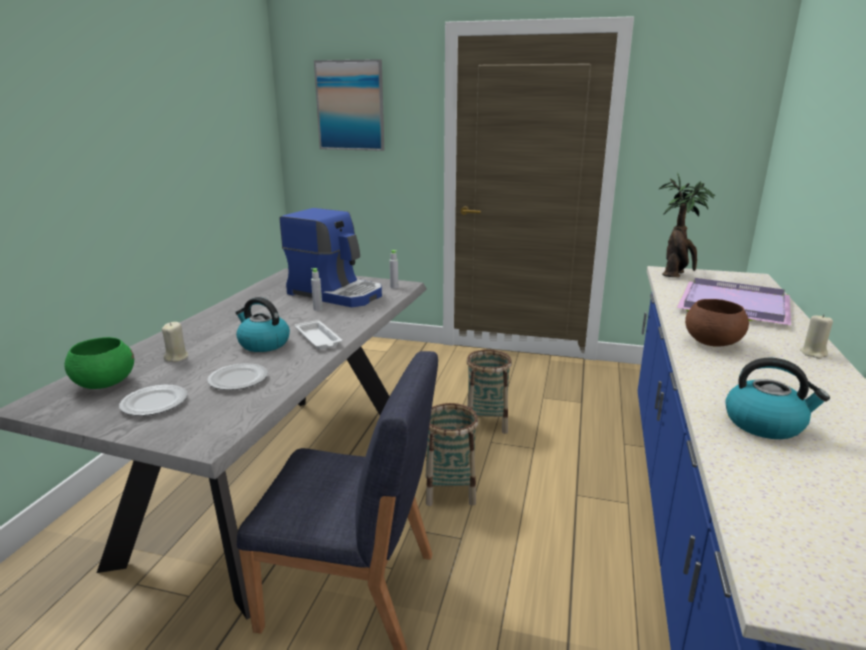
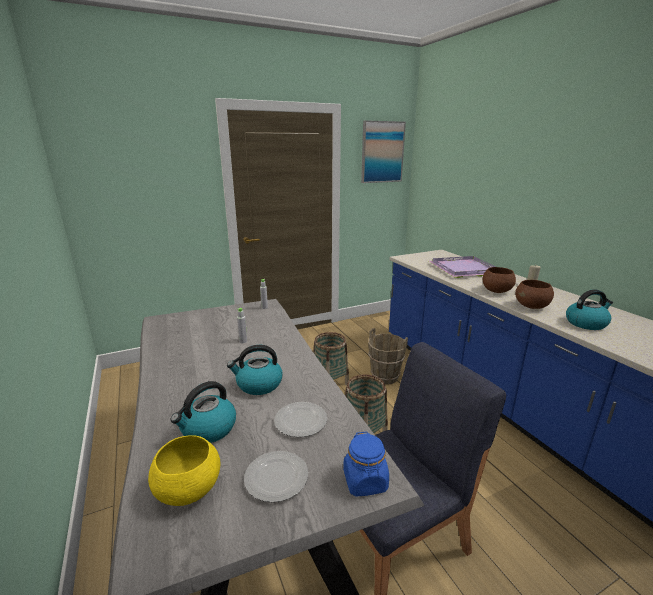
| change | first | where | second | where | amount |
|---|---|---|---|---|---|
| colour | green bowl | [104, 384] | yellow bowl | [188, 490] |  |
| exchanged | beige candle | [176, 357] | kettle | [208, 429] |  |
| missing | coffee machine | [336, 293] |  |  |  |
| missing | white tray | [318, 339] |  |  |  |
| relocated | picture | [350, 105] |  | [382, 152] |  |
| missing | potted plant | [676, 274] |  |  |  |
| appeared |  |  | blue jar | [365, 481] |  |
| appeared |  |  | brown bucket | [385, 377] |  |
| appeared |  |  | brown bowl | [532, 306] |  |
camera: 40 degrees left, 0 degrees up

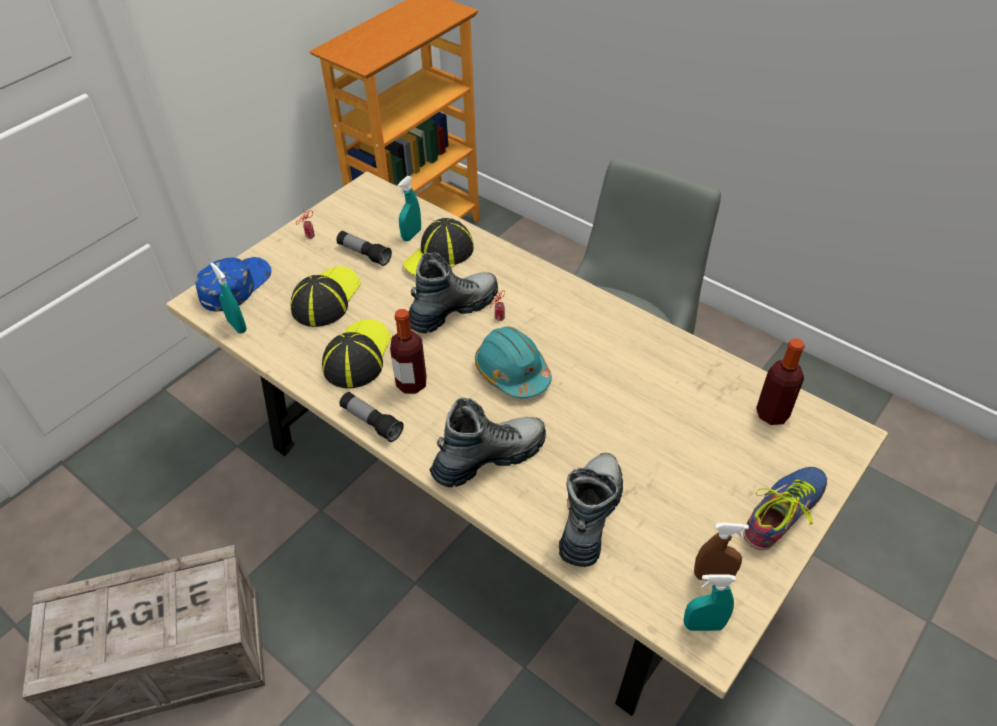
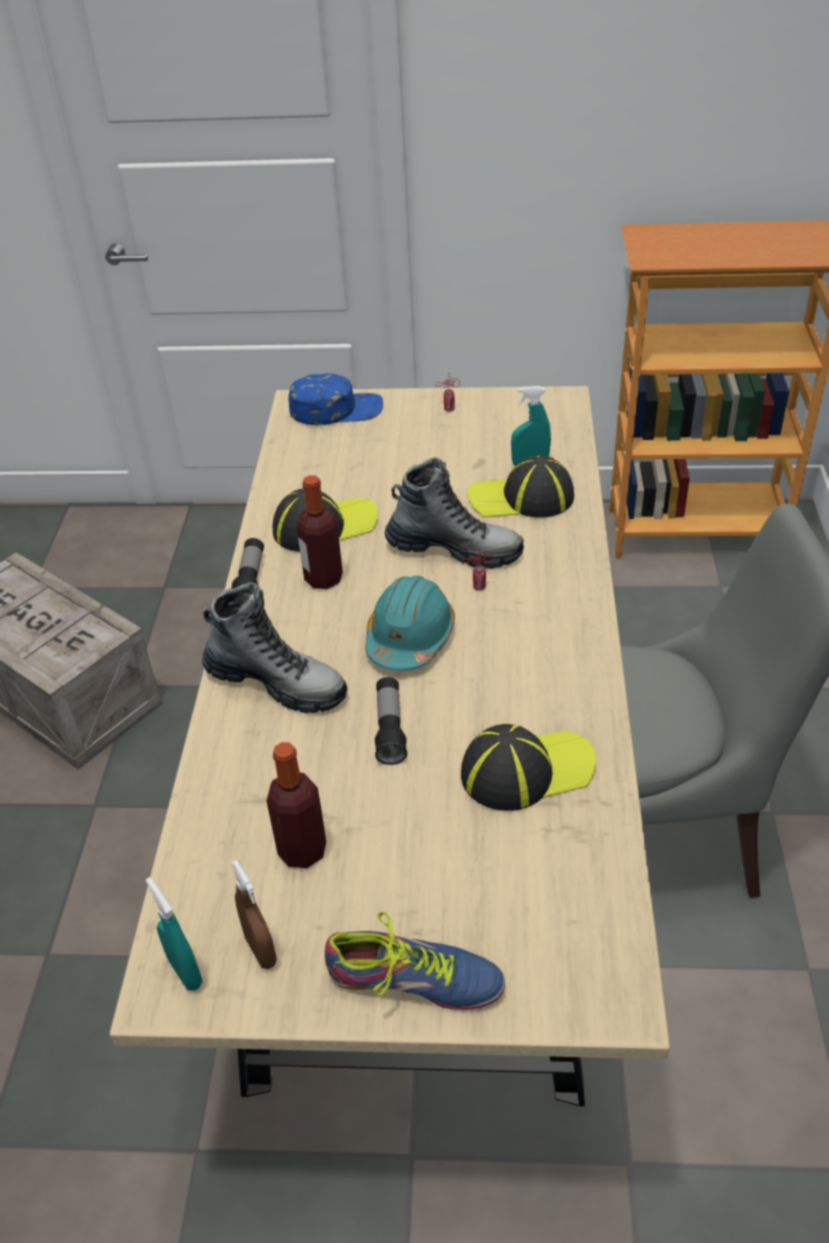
| change | first | where | second | where | amount |
|---|---|---|---|---|---|
| missing | turquoise spray bottle | [237, 326] |  |  |  |
| relocated | cap | [326, 299] |  | [526, 770] |  |
| relocated | flashlight | [364, 254] |  | [390, 729] |  |
| missing | boot | [590, 515] |  |  |  |
| relocated | bottle | [772, 414] |  | [302, 850] |  |
camera: 55 degrees right, 5 degrees down

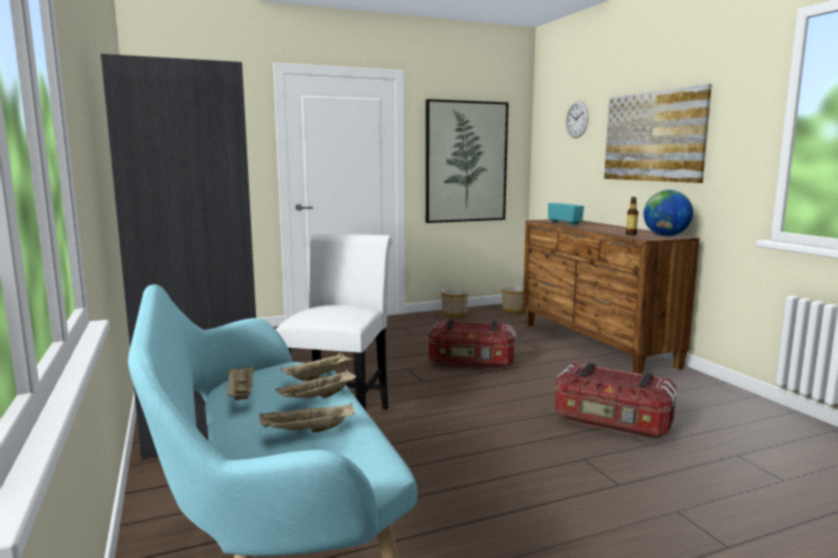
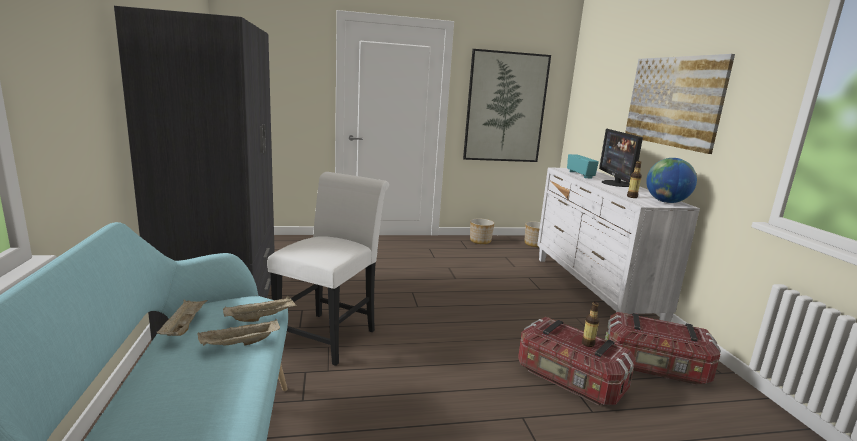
| change | first | where | second | where | amount |
|---|---|---|---|---|---|
| missing | beige tray | [307, 431] |  |  |  |
| relocated | storage box | [471, 363] |  | [655, 367] |  |
| colour | brown dresser | [595, 344] | white dresser | [592, 289] |  |
| missing | wall clock | [577, 119] |  |  |  |
| appeared |  |  | bottle | [588, 344] |  |
| appeared |  |  | monitor | [616, 183] |  |
camera: 10 degrees right, 5 degrees up

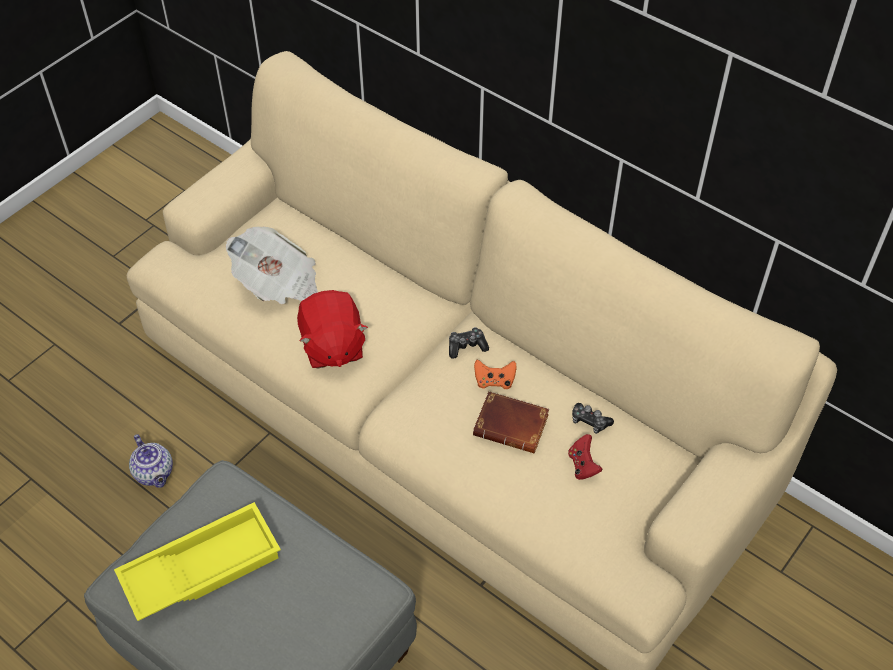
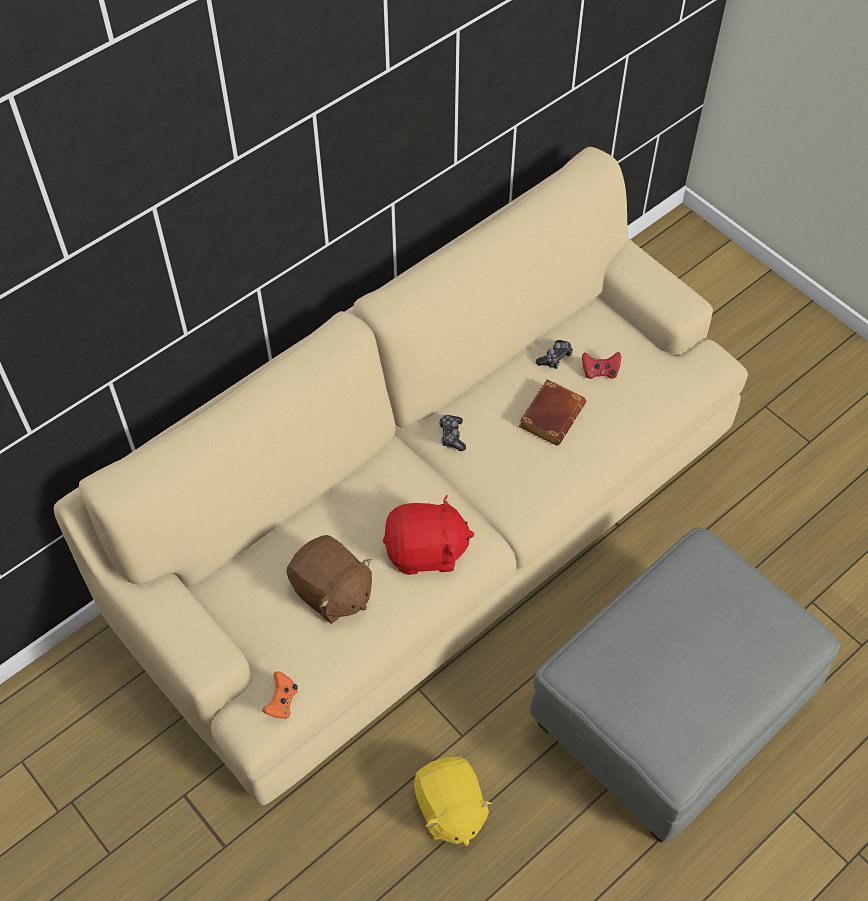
| change | first | where | second | where | amount |
|---|---|---|---|---|---|
| missing | yellow tray | [201, 566] |  |  |  |
| exchanged | teapot | [155, 473] | yellow plush toy | [449, 809] |  |
| exchanged | newspaper | [278, 284] | brown plush toy | [332, 592] |  |
| relocated | orange game controller | [494, 381] |  | [282, 702] |  |
camera: 80 degrees left, 5 degrees up

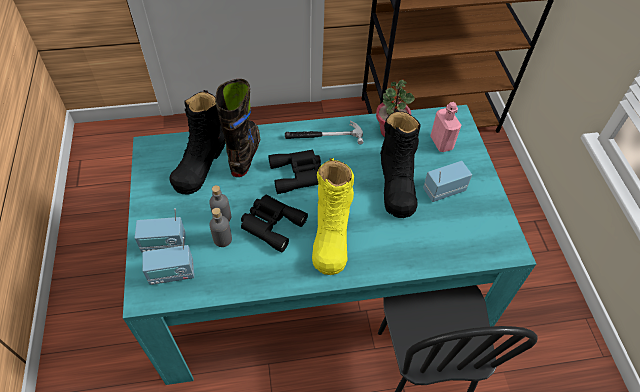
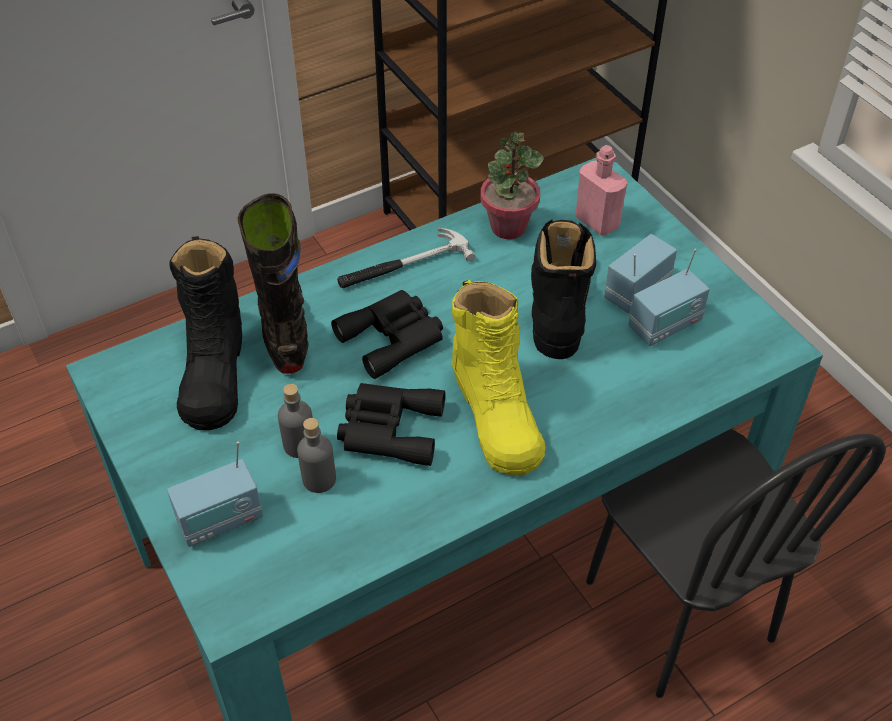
| change | first | where | second | where | amount |
|---|---|---|---|---|---|
| relocated | radio | [172, 274] |  | [665, 326] |  |
| spun | black boot | [396, 183] |  | [559, 303] | 150 degrees counterclockwise |
camera: 20 degrees left, 5 degrees down

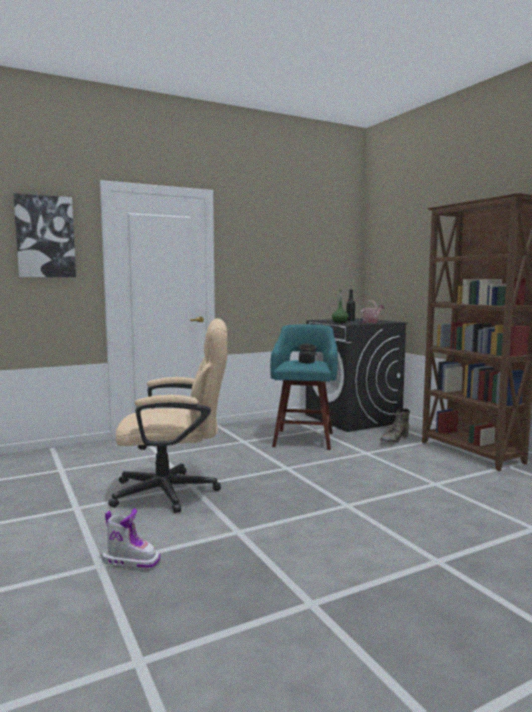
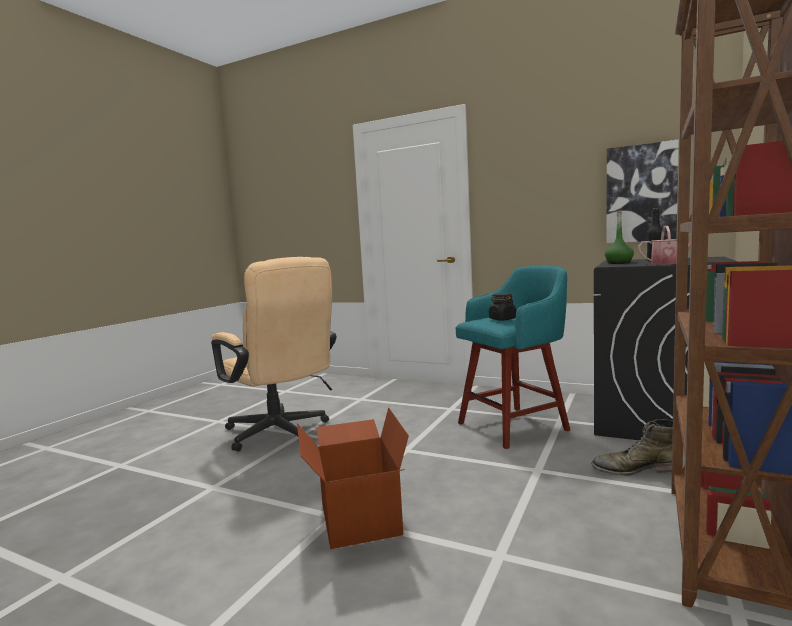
| change | first | where | second | where | amount |
|---|---|---|---|---|---|
| relocated | picture | [45, 237] |  | [641, 193] |  |
| missing | boot | [131, 561] |  |  |  |
| appeared |  |  | cardboard box | [358, 518] |  |
camera: 55 degrees right, 0 degrees up

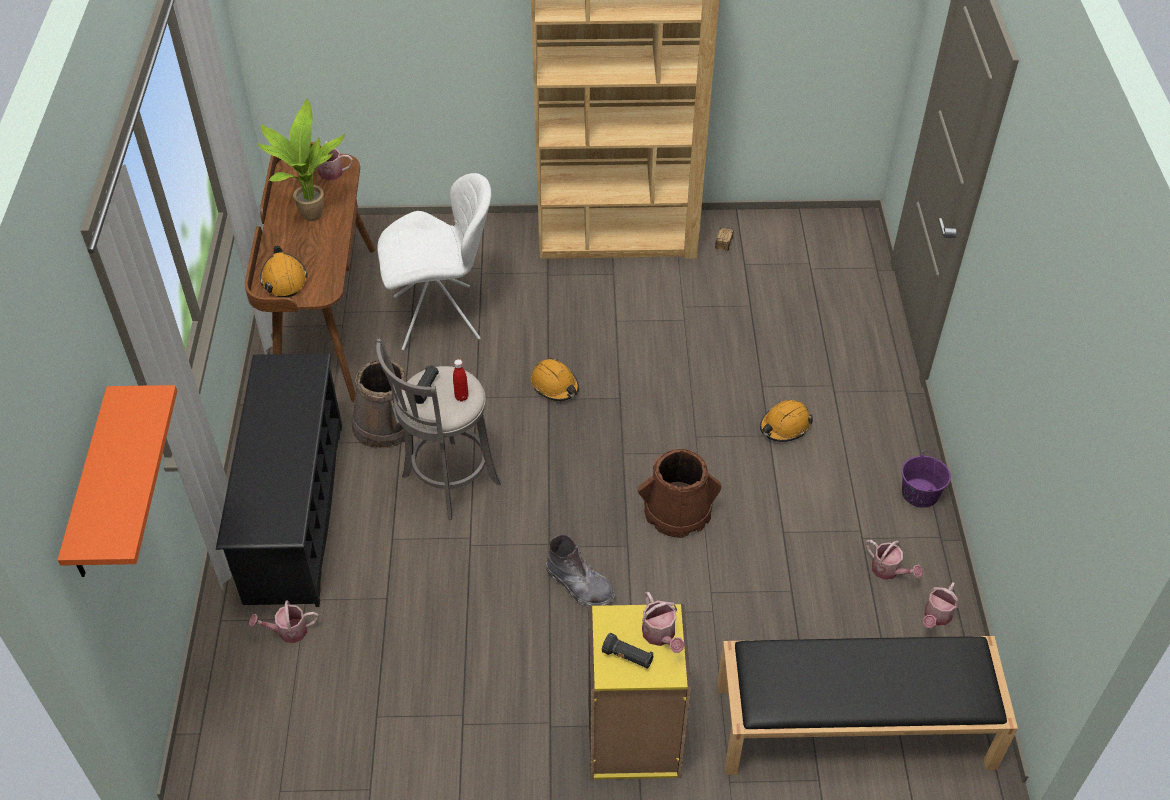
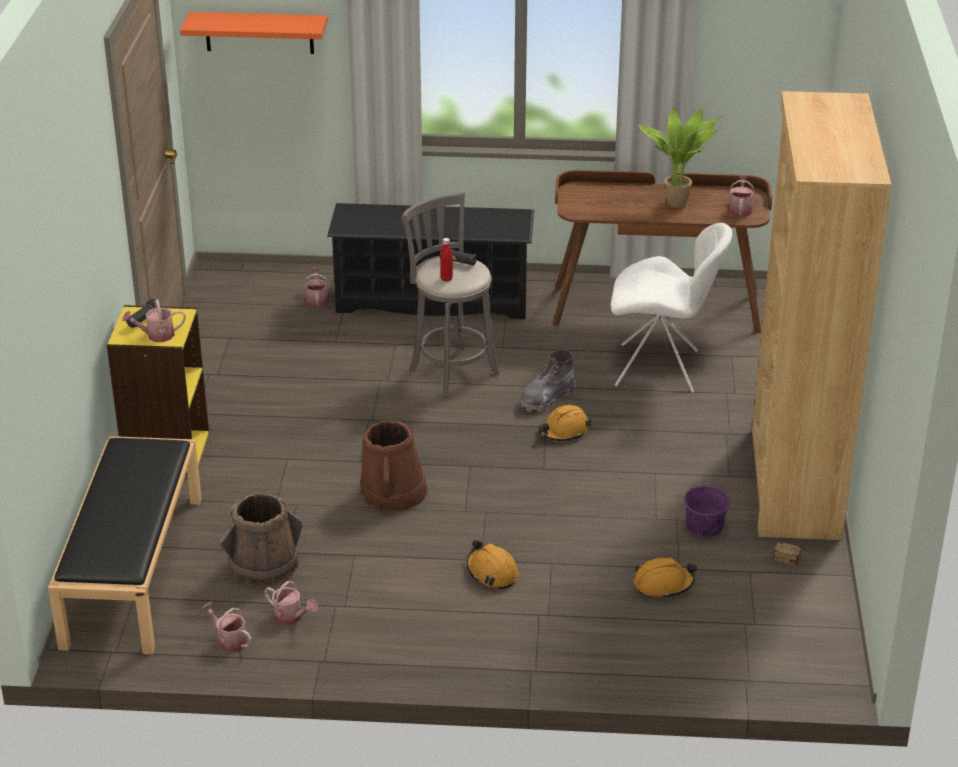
| change | first | where | second | where | amount |
|---|---|---|---|---|---|
| relocated | orange hard hat | [283, 279] |  | [663, 584] |  |
| relocated | brown bucket | [385, 424] |  | [263, 565] |  |
| spun | white chair | [441, 317] |  | [661, 369] | 75 degrees counterclockwise |
| relocated | grey boot | [580, 585] |  | [547, 398] |  |
| spun | watering can | [889, 571] |  | [291, 617] | 105 degrees counterclockwise |
| relocated | purple bucket | [919, 493] |  | [705, 526] |  |
camera: 95 degrees right, 15 degrees down

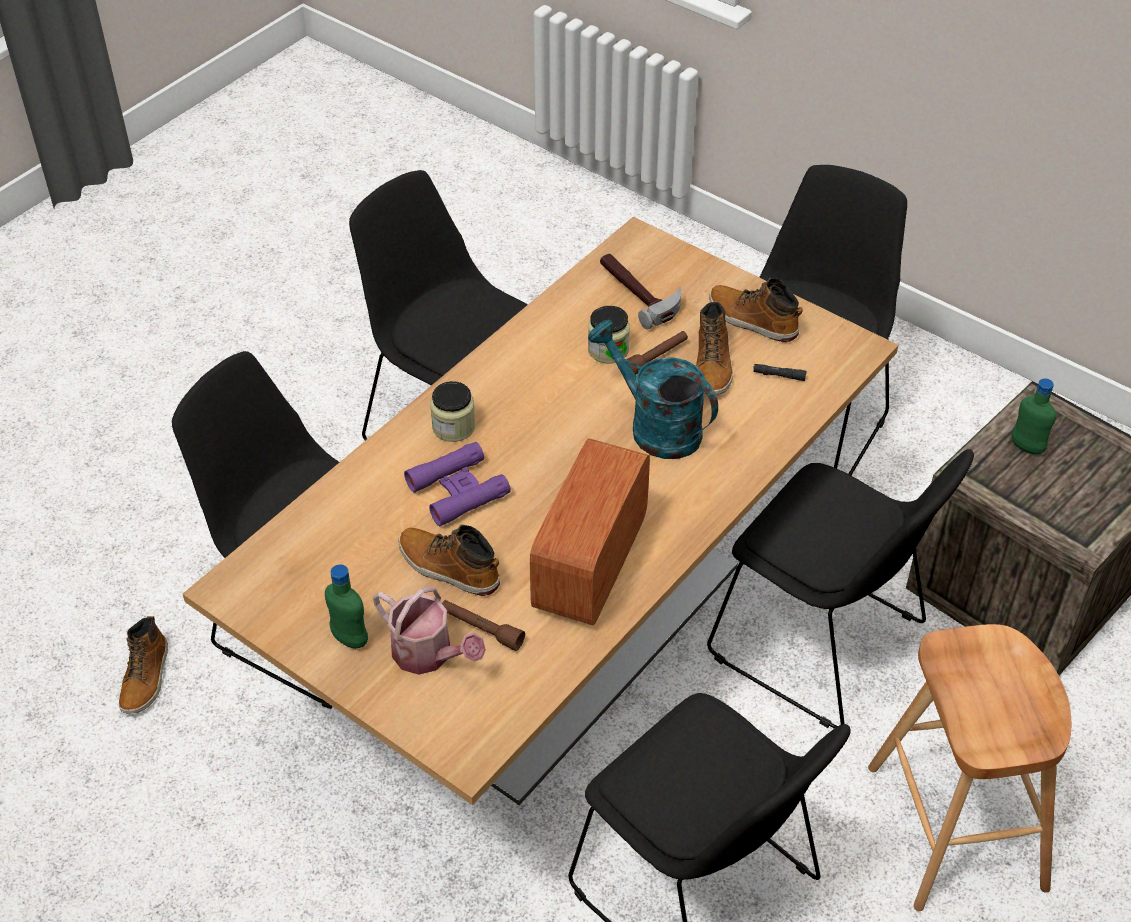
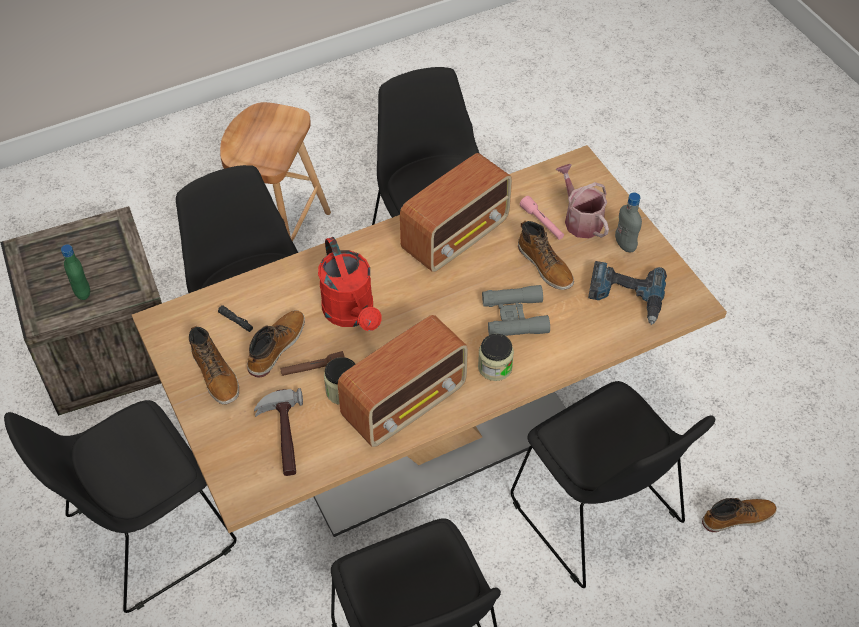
| change | first | where | second | where | amount |
|---|---|---|---|---|---|
| spun | boot | [146, 678] |  | [737, 517] | 45 degrees clockwise |
| colour | green bottle | [349, 639] | grey bottle | [625, 245] |  |
| colour | purple binoculars | [458, 490] | grey binoculars | [515, 317] |  |
| colour | brown flashlight | [481, 629] | pink flashlight | [542, 223] |  |
| colour | turquoise watering can | [655, 426] | red watering can | [352, 314] |  |
| appeared |  |  | radio | [406, 403] |  |
| appeared |  |  | power drill | [625, 297] |  |
camera: 155 degrees left, 5 degrees up

